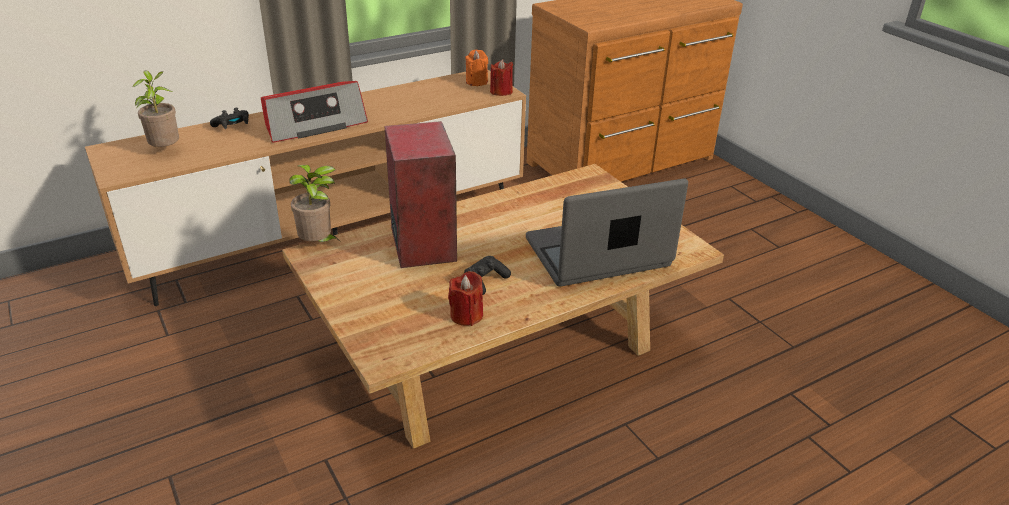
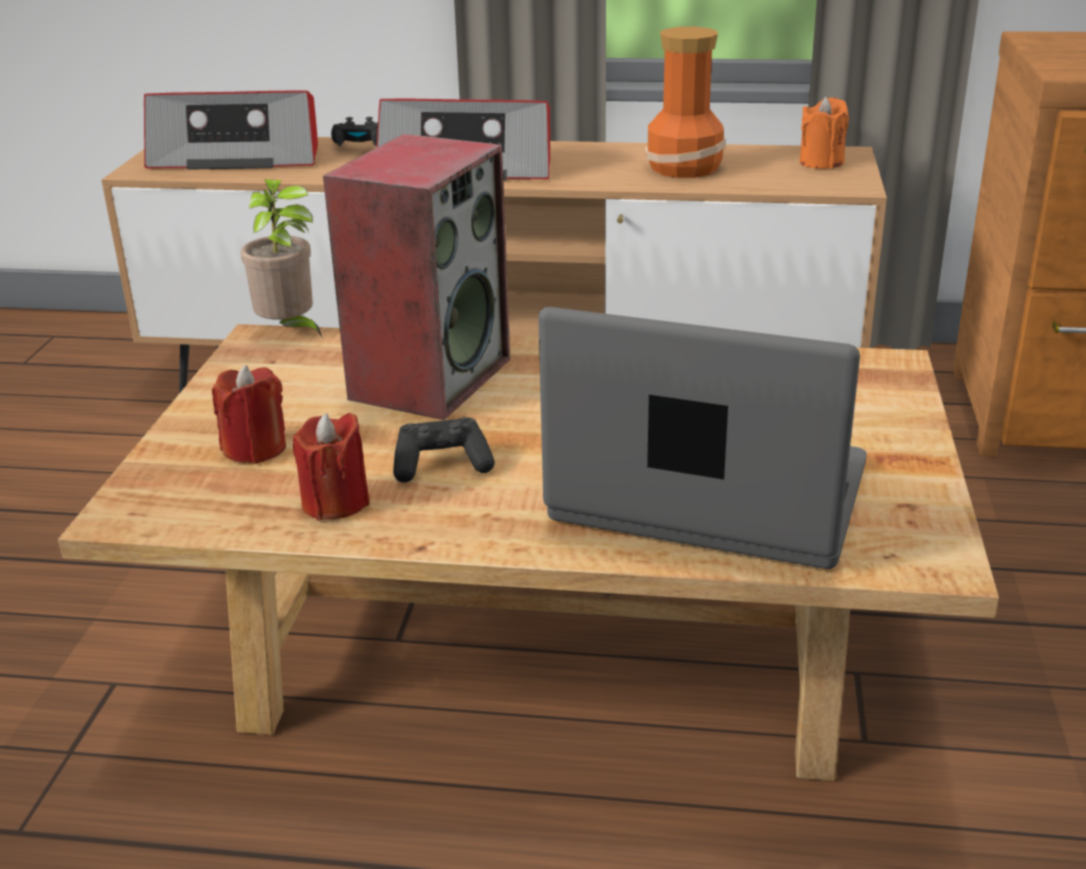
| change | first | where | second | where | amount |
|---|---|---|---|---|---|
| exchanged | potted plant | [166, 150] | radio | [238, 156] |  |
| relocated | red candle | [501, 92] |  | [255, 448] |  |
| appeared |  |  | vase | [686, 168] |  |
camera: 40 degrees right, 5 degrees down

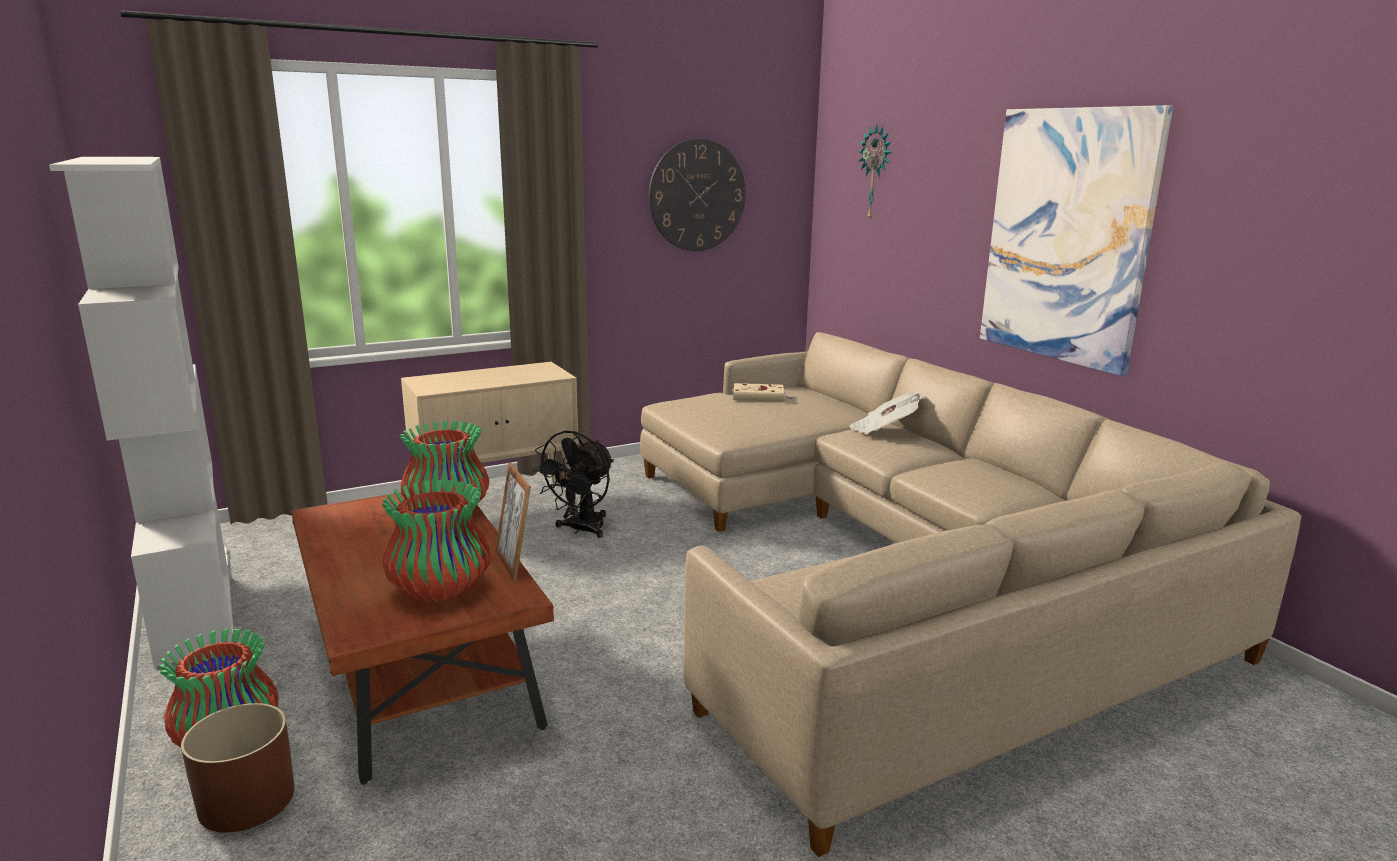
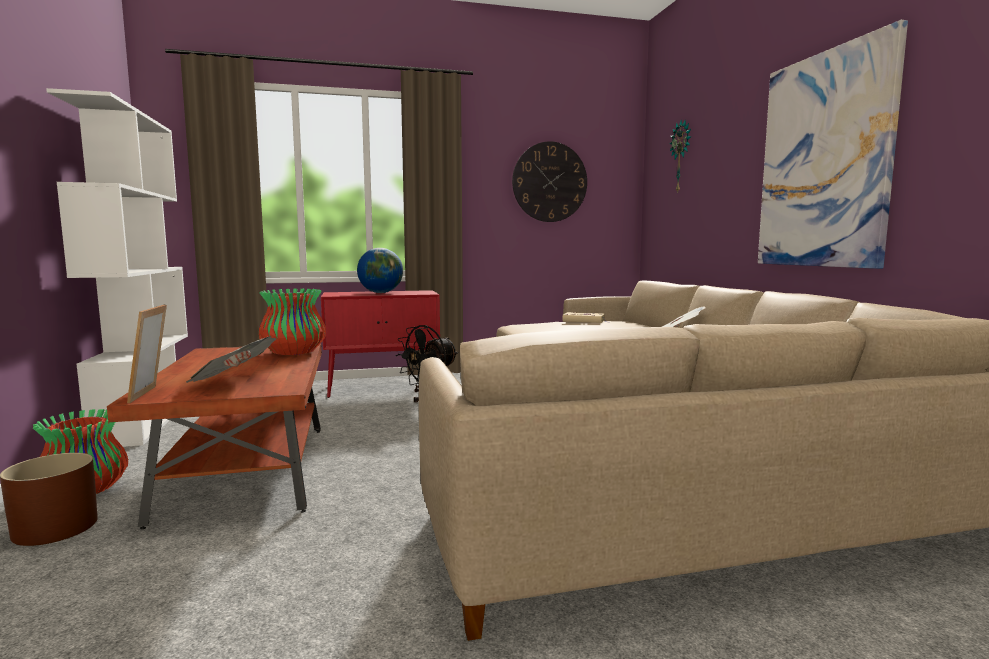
| change | first | where | second | where | amount |
|---|---|---|---|---|---|
| exchanged | vase | [439, 589] | newspaper | [233, 382] |  |
| colour | beige cabinet | [498, 504] | red cabinet | [384, 388] |  |
| relocated | picture frame | [514, 563] |  | [151, 394] |  |
| appeared |  |  | globe | [381, 293] |  |
camera: 15 degrees right, 10 degrees down

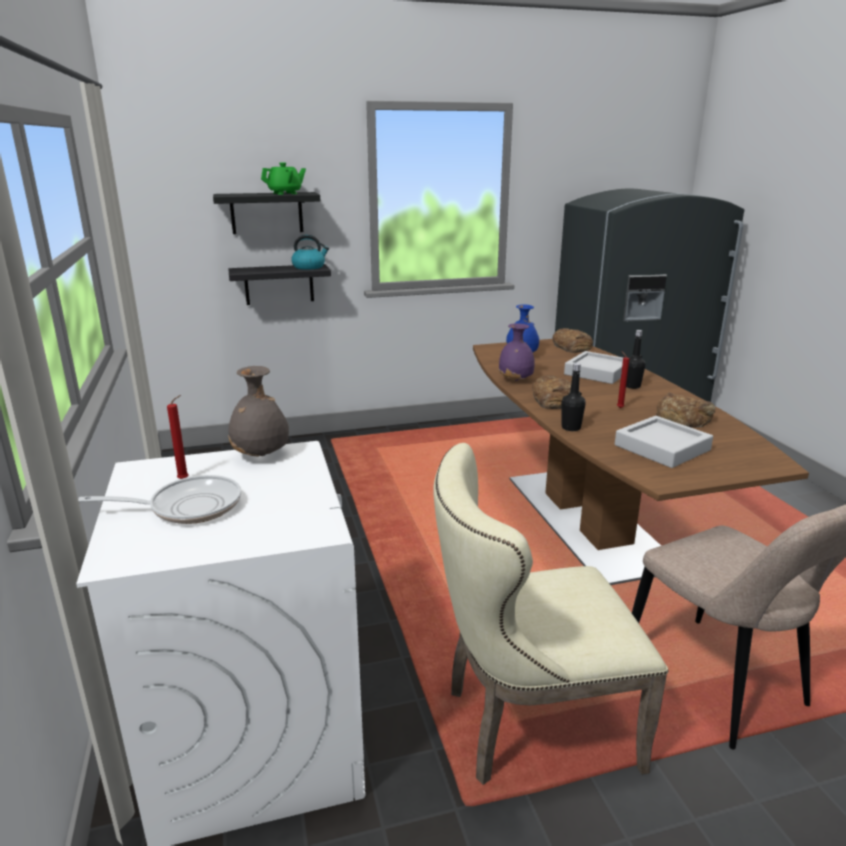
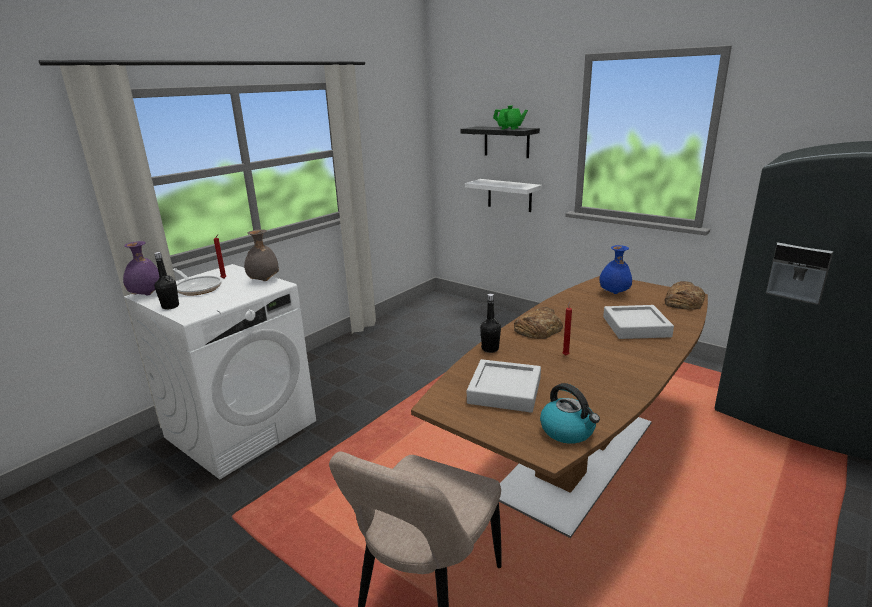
| change | first | where | second | where | amount |
|---|---|---|---|---|---|
| colour | black shelf | [279, 284] | white shelf | [509, 195] |  |
| relocated | kettle | [309, 267] |  | [568, 431] |  |
| missing | beige chair | [527, 725] |  |  |  |
| relocated | purple vase | [516, 380] |  | [147, 295] |  |
| relocated | black bottle | [632, 386] |  | [170, 306] |  |
| missing | bread | [683, 417] |  |  |  |
camera: 55 degrees right, 0 degrees up

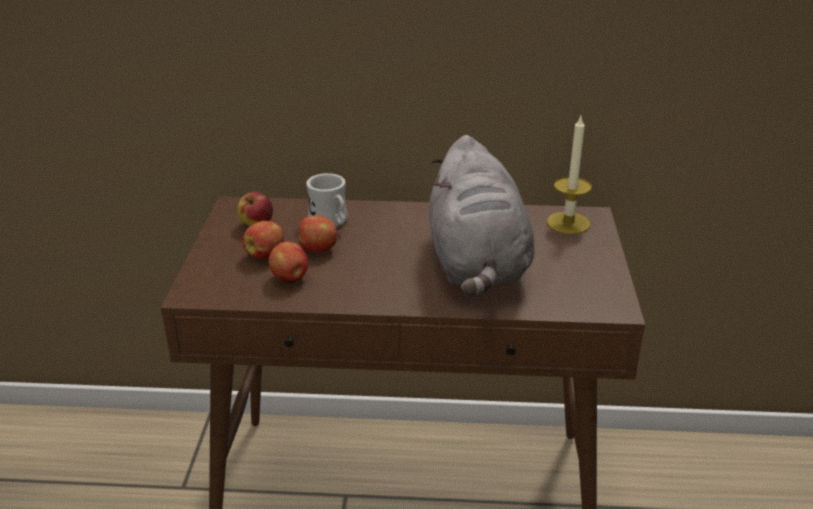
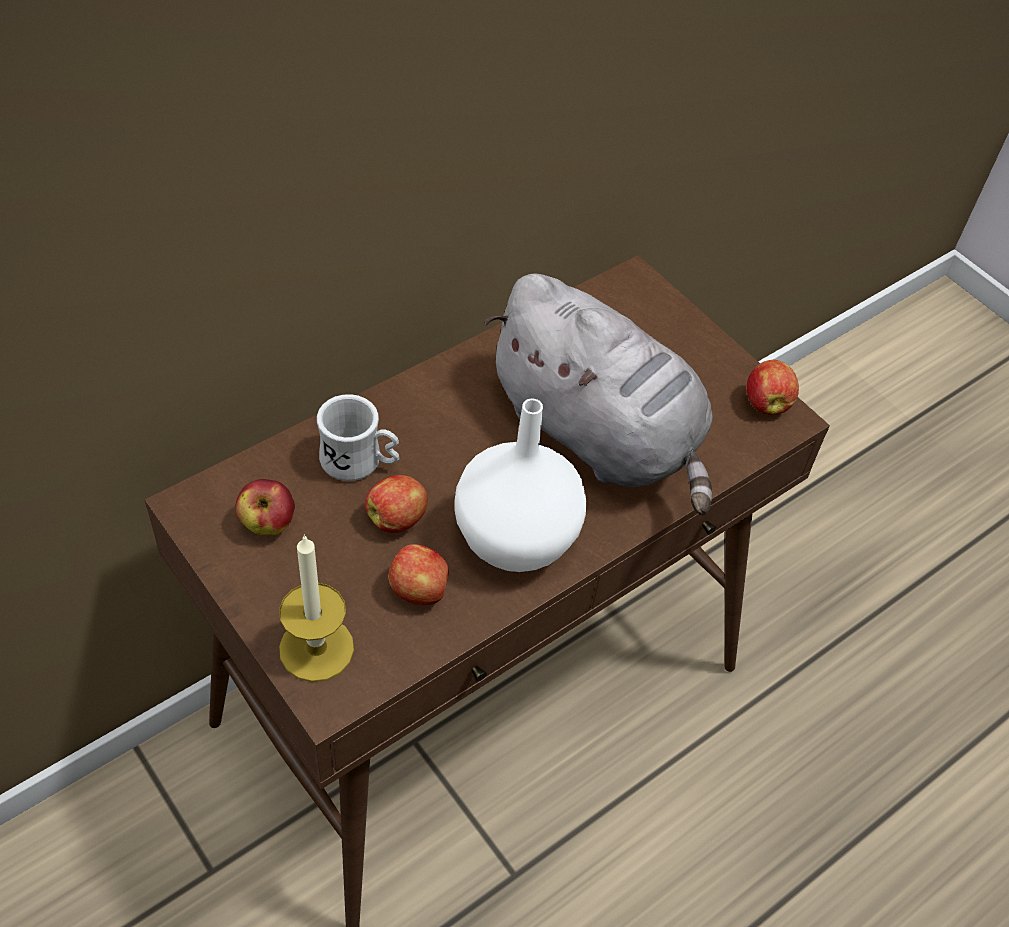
| change | first | where | second | where | amount |
|---|---|---|---|---|---|
| relocated | apple | [266, 254] |  | [766, 402] |  |
| relocated | candle | [568, 223] |  | [316, 648] |  |
| appeared |  |  | white vase | [513, 538] |  |
camera: 45 degrees left, 20 degrees up

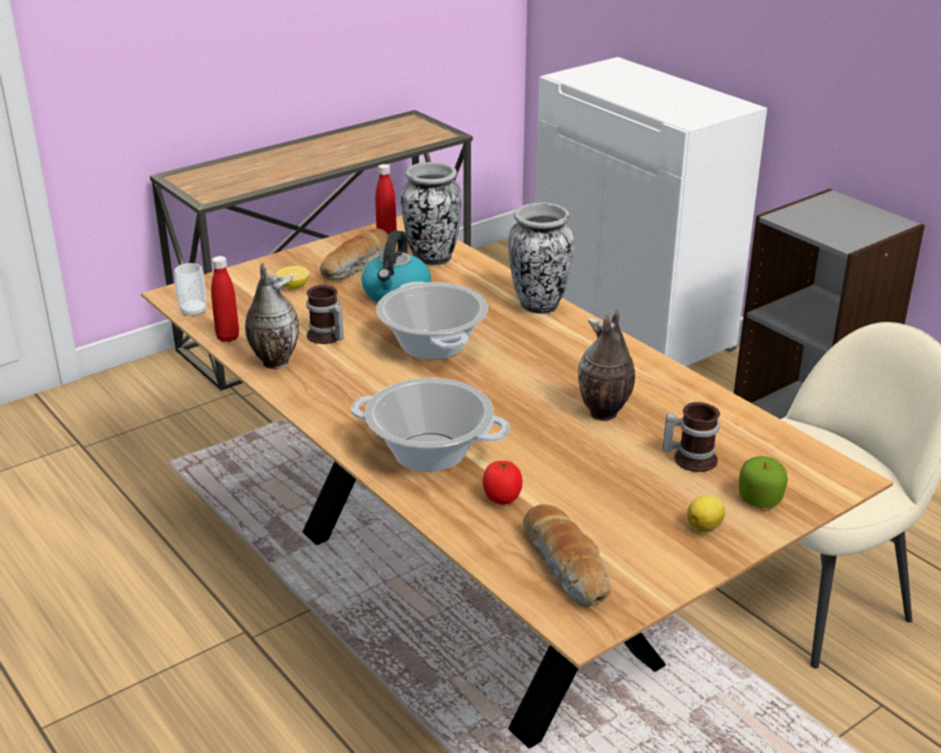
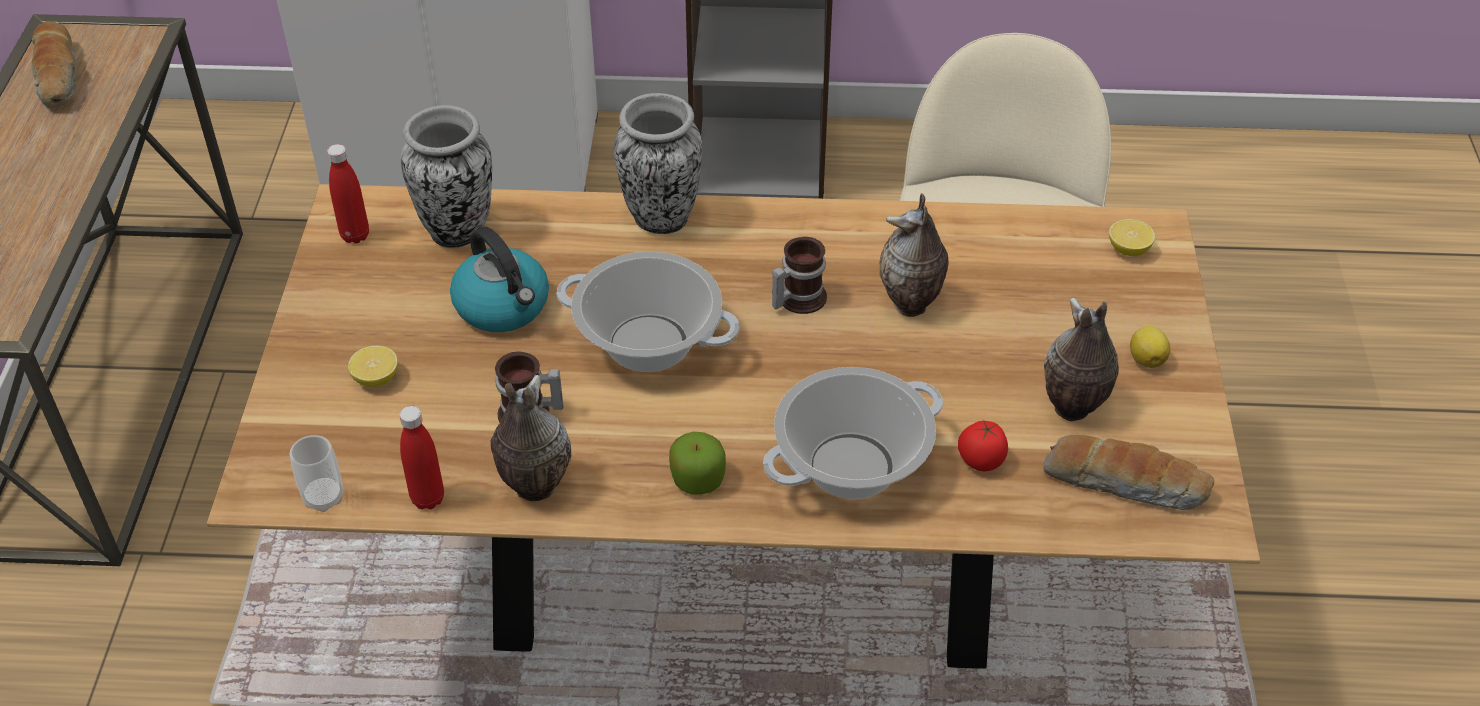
| change | first | where | second | where | amount |
|---|---|---|---|---|---|
| relocated | bread | [357, 266] |  | [59, 76] |  |
| relocated | mug | [691, 458] |  | [797, 298] |  |
| relocated | apple | [760, 499] |  | [698, 479] |  |
| appeared |  |  | vase | [1071, 409] |  |
| appeared |  |  | lemon | [1128, 249] |  |
camera: 50 degrees left, 15 degrees up

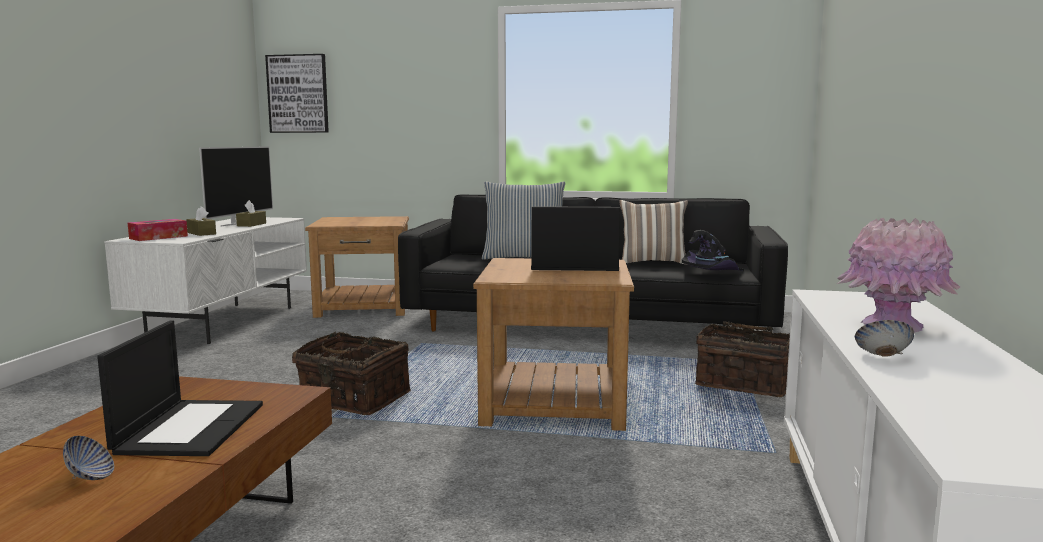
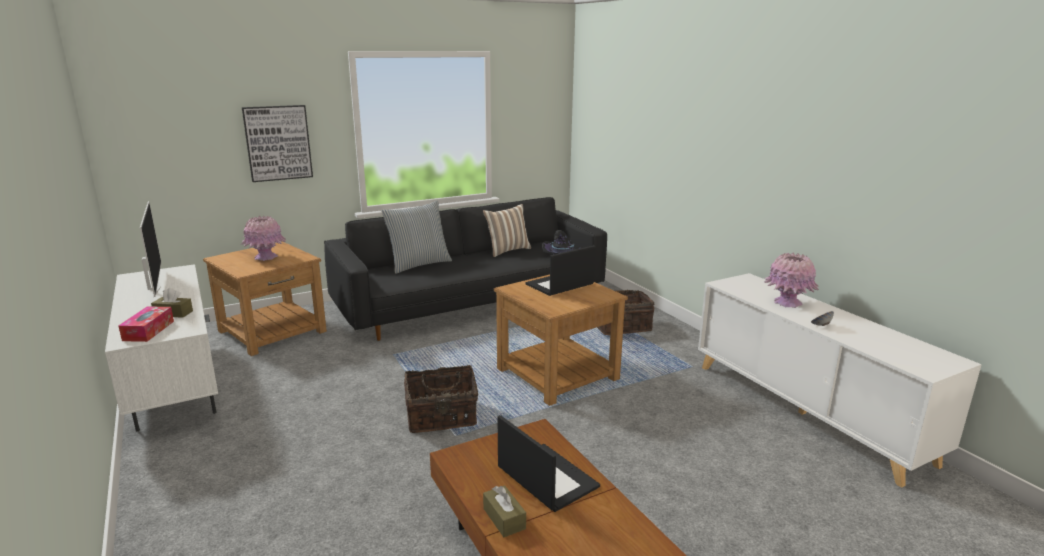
| change | first | where | second | where | amount |
|---|---|---|---|---|---|
| missing | bowl | [90, 477] |  |  |  |
| relocated | brown tissue box | [251, 224] |  | [504, 518] |  |
| relocated | picture | [298, 94] |  | [278, 143] |  |
| appeared |  |  | pink vase | [265, 257] |  |
camera: 40 degrees left, 10 degrees up

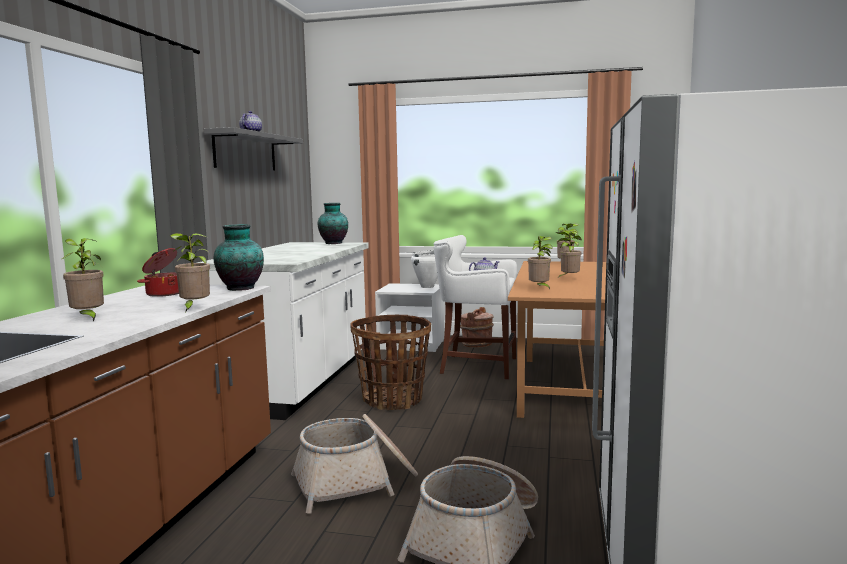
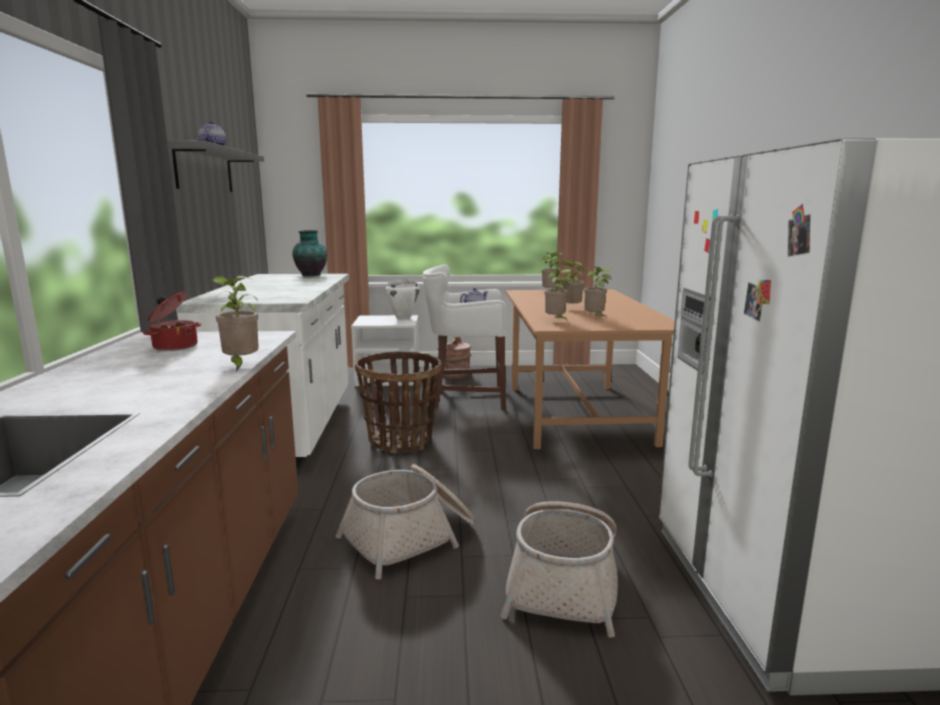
| change | first | where | second | where | amount |
|---|---|---|---|---|---|
| relocated | potted plant | [88, 318] |  | [595, 318] |  |
| missing | vase | [240, 288] |  |  |  |
camera: 15 degrees left, 5 degrees up

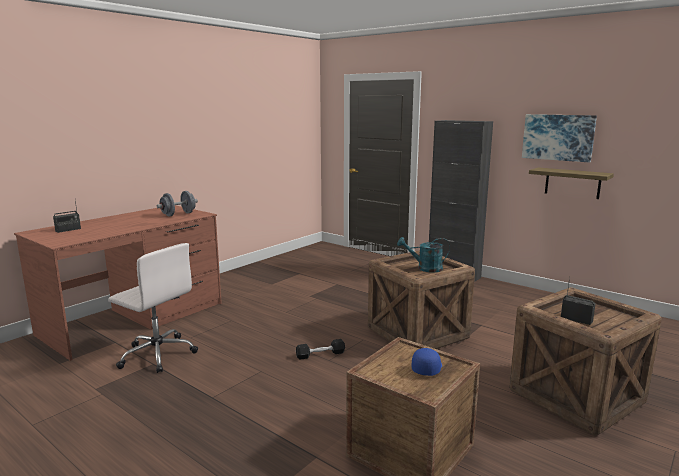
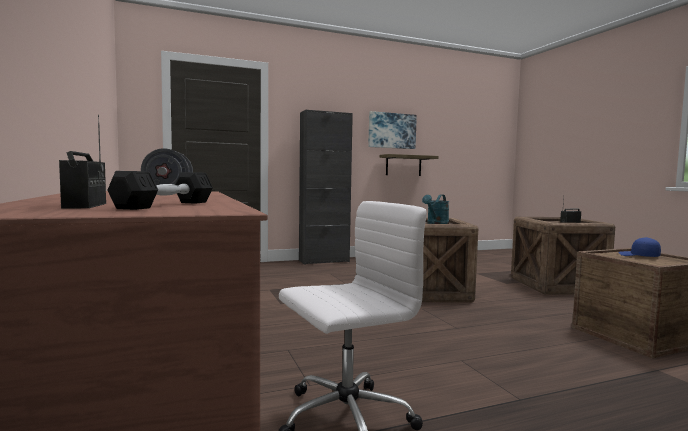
| change | first | where | second | where | amount |
|---|---|---|---|---|---|
| relocated | black dumbbell | [320, 354] |  | [166, 205] |  |
camera: 60 degrees left, 10 degrees down

